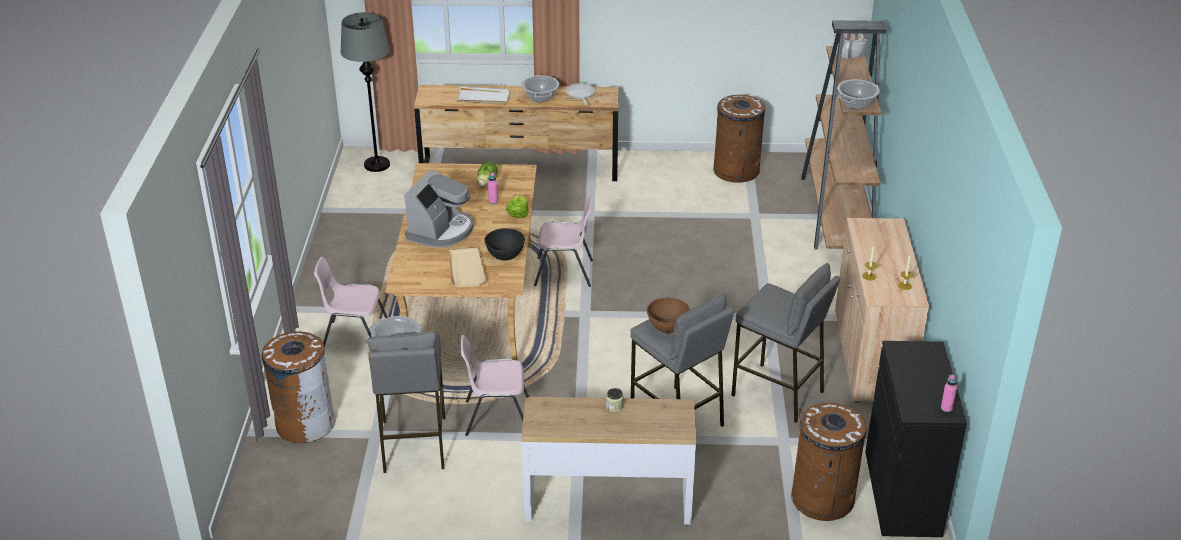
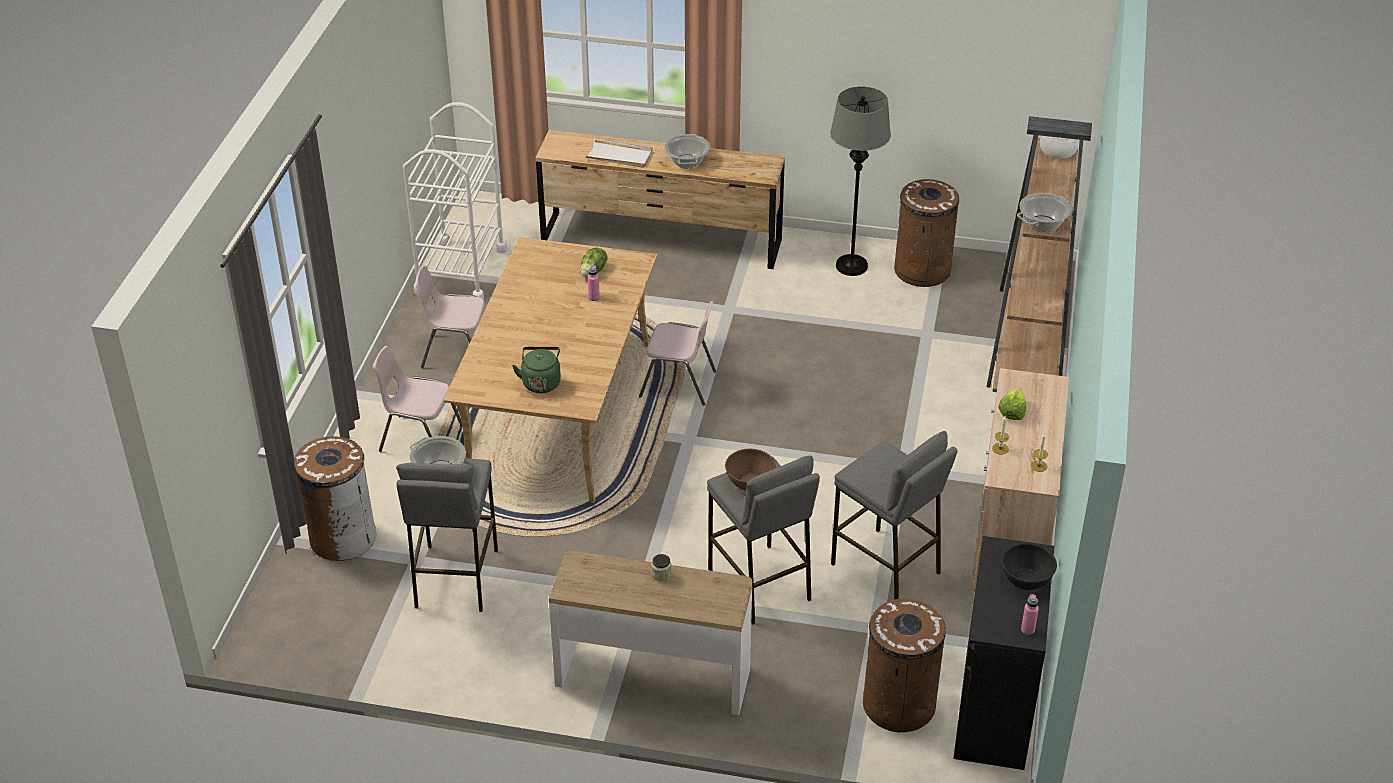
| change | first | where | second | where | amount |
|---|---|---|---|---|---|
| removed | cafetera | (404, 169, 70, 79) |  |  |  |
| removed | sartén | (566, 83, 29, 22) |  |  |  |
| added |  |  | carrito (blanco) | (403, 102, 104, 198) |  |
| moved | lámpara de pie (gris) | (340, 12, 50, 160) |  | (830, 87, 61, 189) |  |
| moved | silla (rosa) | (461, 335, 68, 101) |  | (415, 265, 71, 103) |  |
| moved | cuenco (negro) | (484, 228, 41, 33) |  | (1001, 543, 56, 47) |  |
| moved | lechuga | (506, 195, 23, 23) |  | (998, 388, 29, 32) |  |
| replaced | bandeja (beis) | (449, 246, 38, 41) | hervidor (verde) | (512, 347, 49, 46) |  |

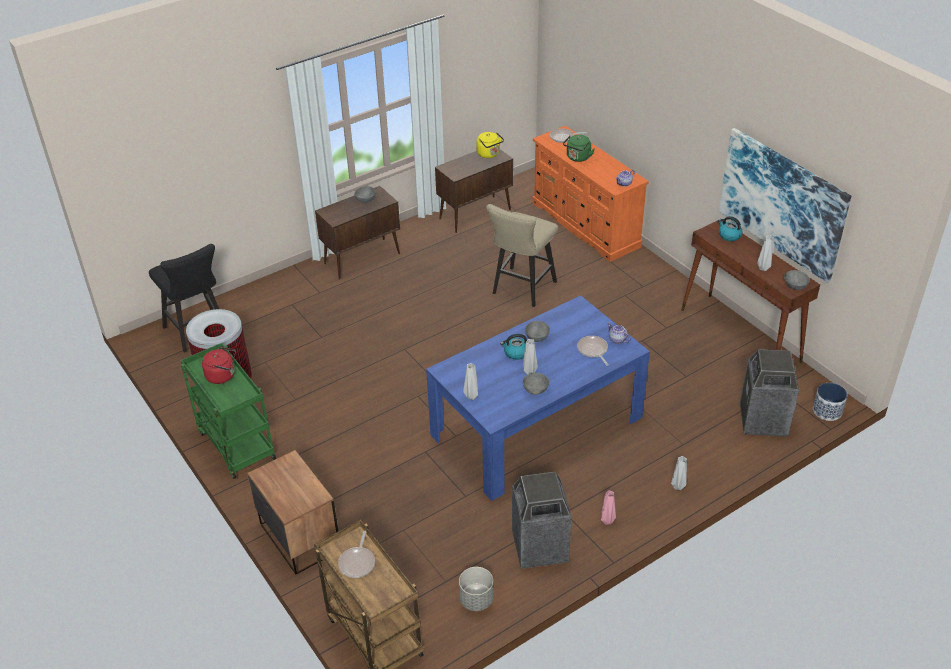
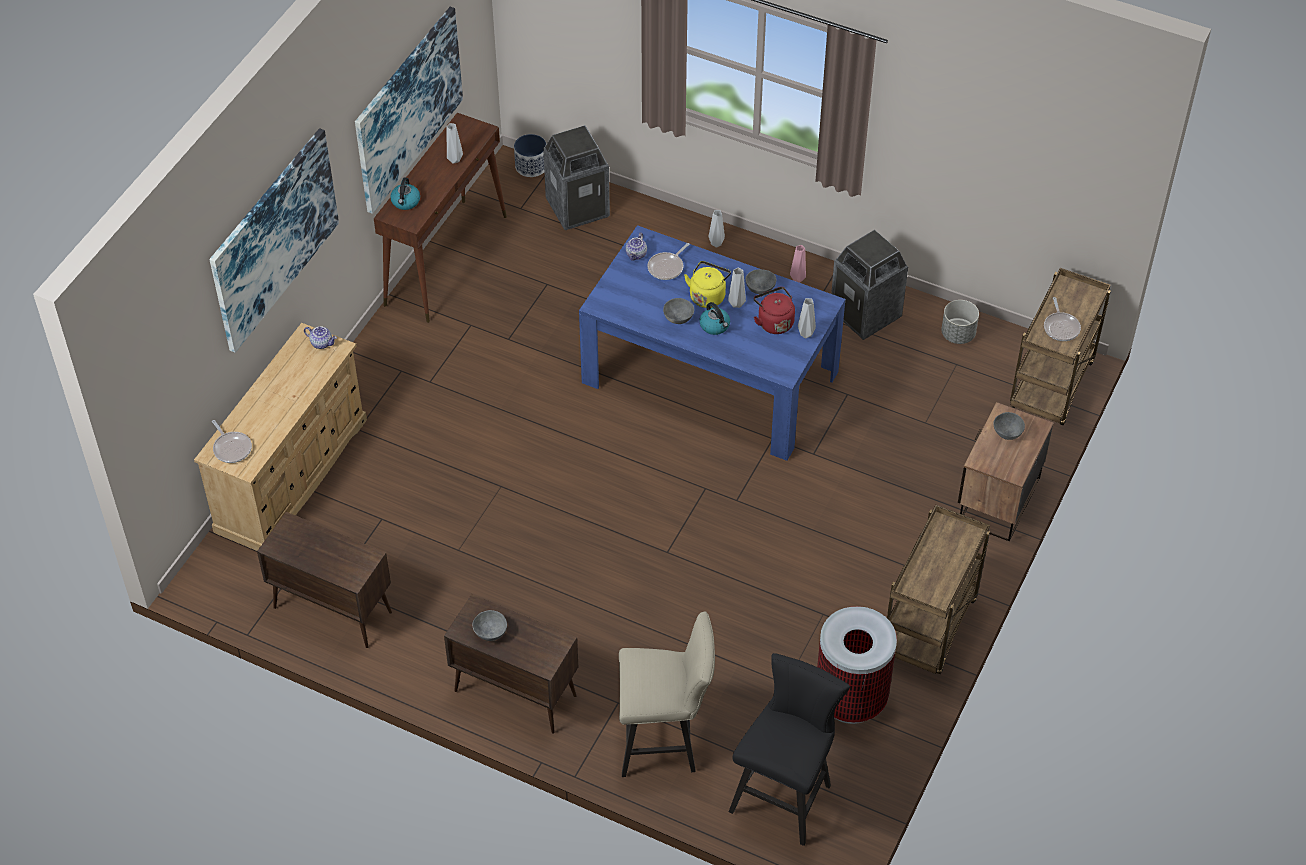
| change | first | where | second | where | amount |
|---|---|---|---|---|---|
| removed | hervidor (verde) | (563, 135, 32, 27) |  |  |  |
| added |  |  | cuadro | (209, 128, 130, 225) |  |
| moved | hervidor (rojo) | (202, 347, 34, 37) |  | (754, 287, 41, 47) |  |
| moved | hervidor (amarillo) | (476, 132, 28, 26) |  | (684, 261, 47, 47) |  |
| moved | taburete (beis) | (486, 204, 72, 103) |  | (619, 611, 96, 166) |  |
| moved | cuenco (gris) | (784, 270, 26, 20) |  | (993, 412, 32, 28) |  |
| recoloured | carrito (verde) | (181, 343, 95, 136) | carrito (marrón) | (887, 505, 103, 169) |  |
| recoloured | cómoda (naranja) | (532, 126, 117, 136) | cómoda (beis) | (194, 323, 173, 228) |  |
| turned | sartén | (338, 531, 37, 47) |  | (1044, 297, 37, 44) | 105 degrees clockwise |

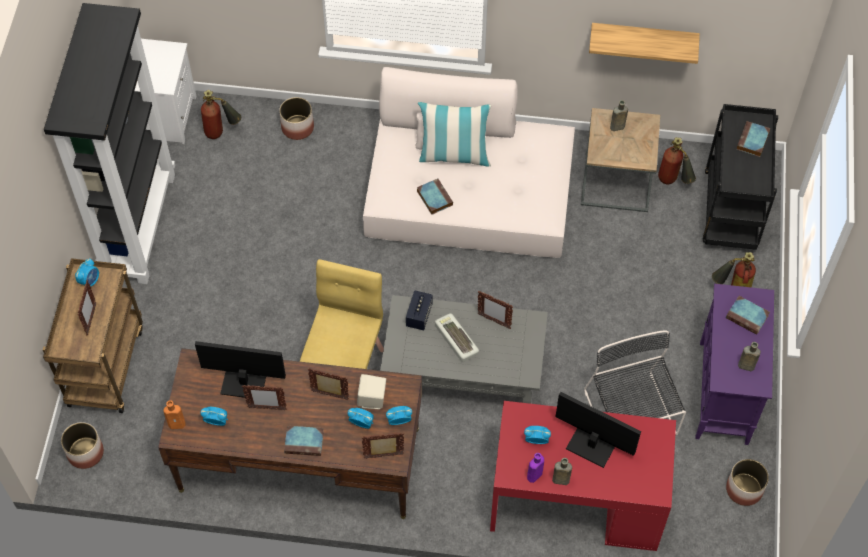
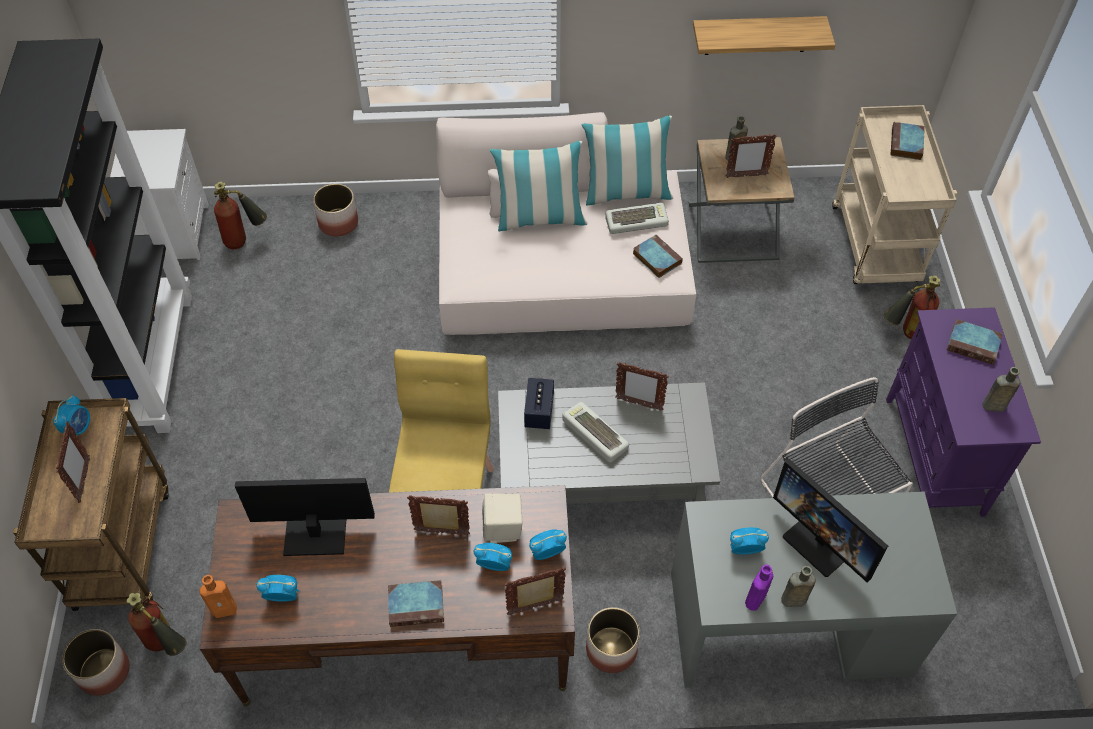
| change | first | where | second | where | amount |
|---|---|---|---|---|---|
| added |  |  | cojín | (581, 116, 92, 89) |  |
| added |  |  | teclado | (605, 203, 64, 31) |  |
| moved | portarretratos | (242, 385, 45, 25) |  | (726, 134, 51, 44) |  |
| moved | libro | (417, 178, 36, 37) |  | (633, 235, 50, 43) |  |
| moved | extintor | (658, 137, 38, 47) |  | (126, 593, 61, 63) |  |
| moved | maceta | (726, 459, 43, 47) |  | (586, 607, 54, 66) |  |
| recoloured | escritorio (rojo) | (490, 401, 186, 150) | escritorio (gris) | (671, 492, 286, 196) |  |
| recoloured | carrito (negro) | (703, 104, 75, 146) | carrito (beis) | (832, 105, 125, 179) |  |
| turned | monitor | (556, 392, 85, 76) |  | (773, 458, 115, 125) | 150 degrees counterclockwise |

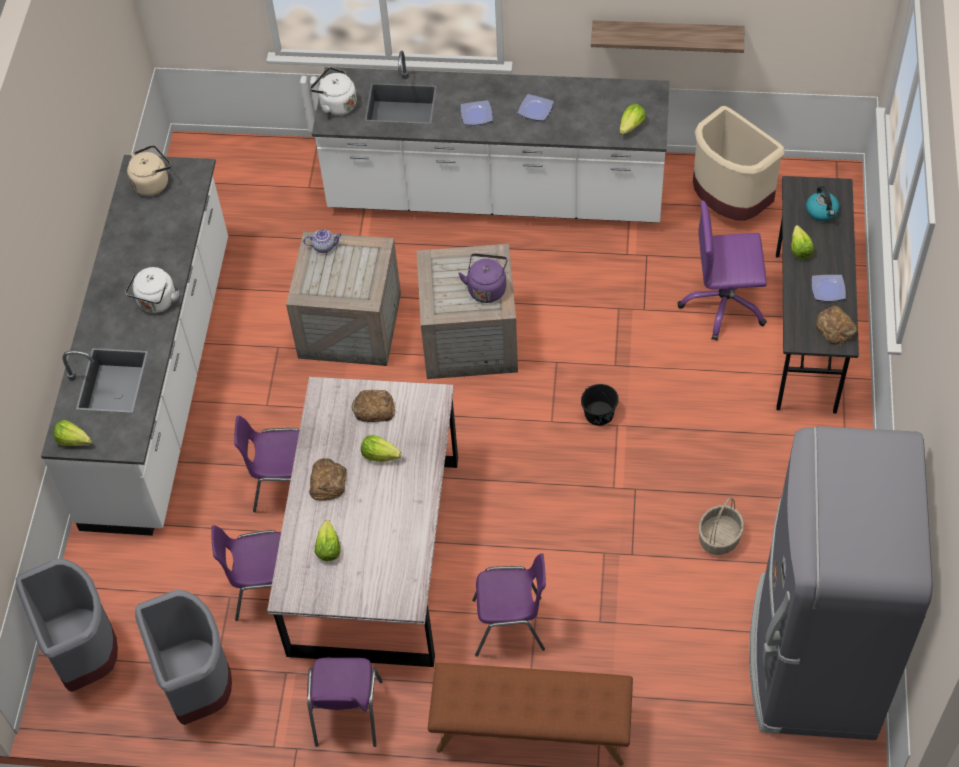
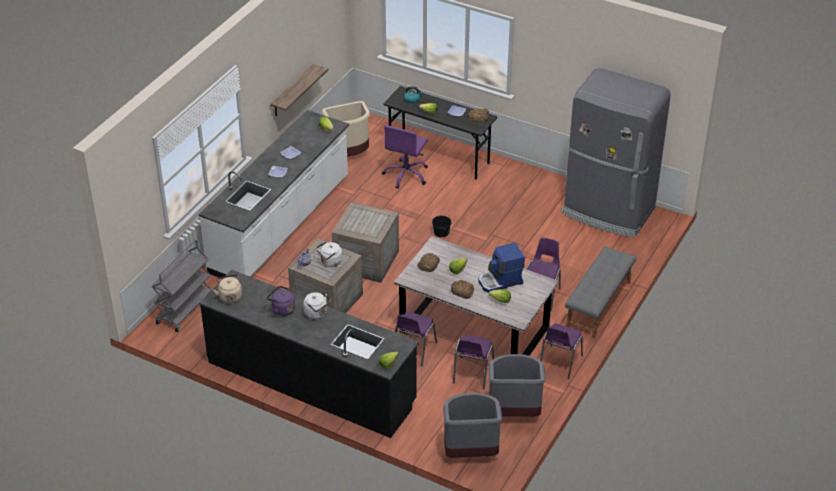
| change | first | where | second | where | amount |
|---|---|---|---|---|---|
| removed | cesta | (699, 497, 45, 58) |  |  |  |
| added |  |  | carrito (gris) | (151, 240, 61, 92) |  |
| added |  |  | cafetera | (478, 243, 47, 50) |  |
| moved | hervidor (blanco) | (310, 67, 47, 49) |  | (316, 242, 26, 25) |  |
| moved | hervidor (morado) | (458, 253, 50, 50) |  | (267, 286, 28, 30) |  |
| recoloured | mueble bajo de cocina (blanco) | (41, 155, 187, 381) | mueble bajo de cocina (negro) | (199, 270, 220, 168) |  |
| recoloured | banco (marrón) | (428, 663, 205, 103) | banco (gris) | (565, 246, 71, 93) |  |
| turned | silla (morado) | (307, 658, 76, 89) |  | (540, 323, 43, 56) | 90 degrees clockwise |

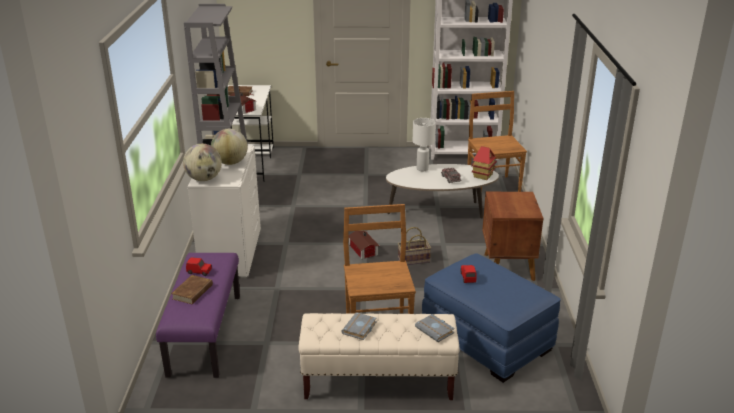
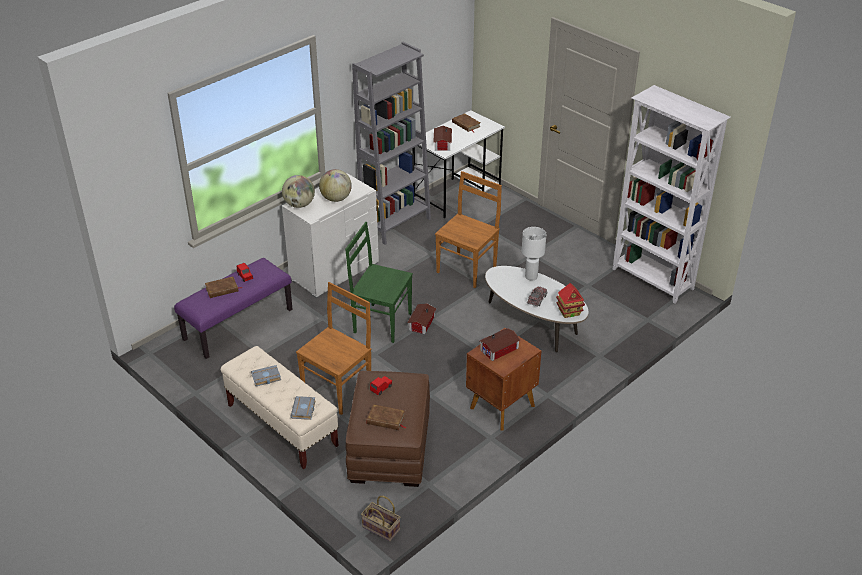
| change | first | where | second | where | amount |
|---|---|---|---|---|---|
| added |  |  | silla (verde) | (345, 222, 68, 121) |  |
| added |  |  | libro (marrón) | (366, 404, 41, 26) |  |
| added |  |  | casita | (480, 328, 40, 33) |  |
| moved | cesta | (398, 227, 33, 38) |  | (361, 496, 39, 46) |  |
| moved | silla (marrón) | (467, 91, 60, 101) |  | (435, 171, 67, 117) |  |
| recoloured | puf (azul) | (422, 253, 139, 130) | puf (marrón) | (346, 371, 84, 116) |  |

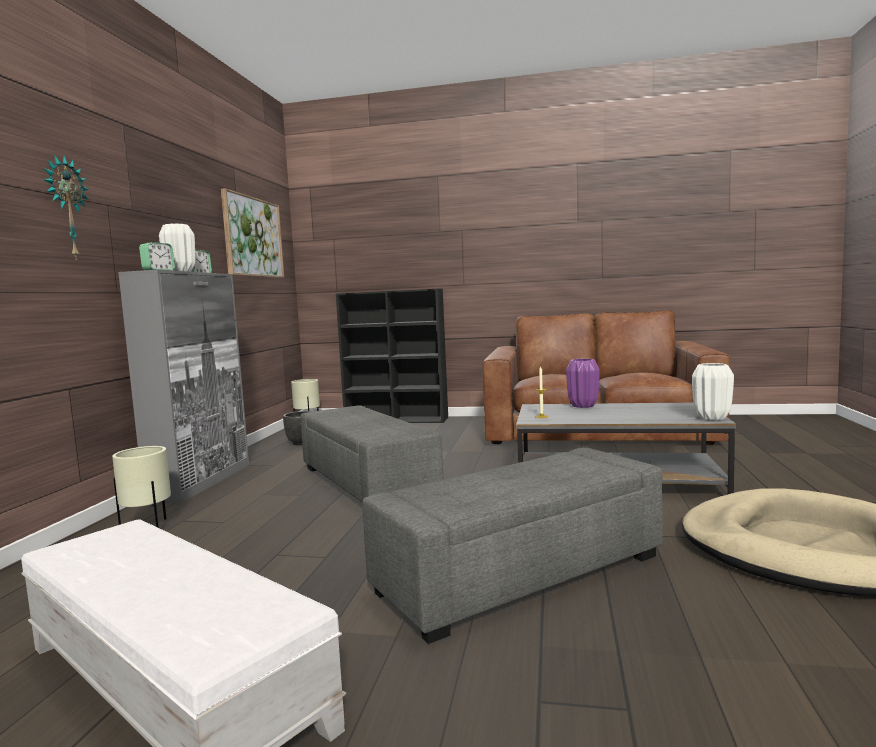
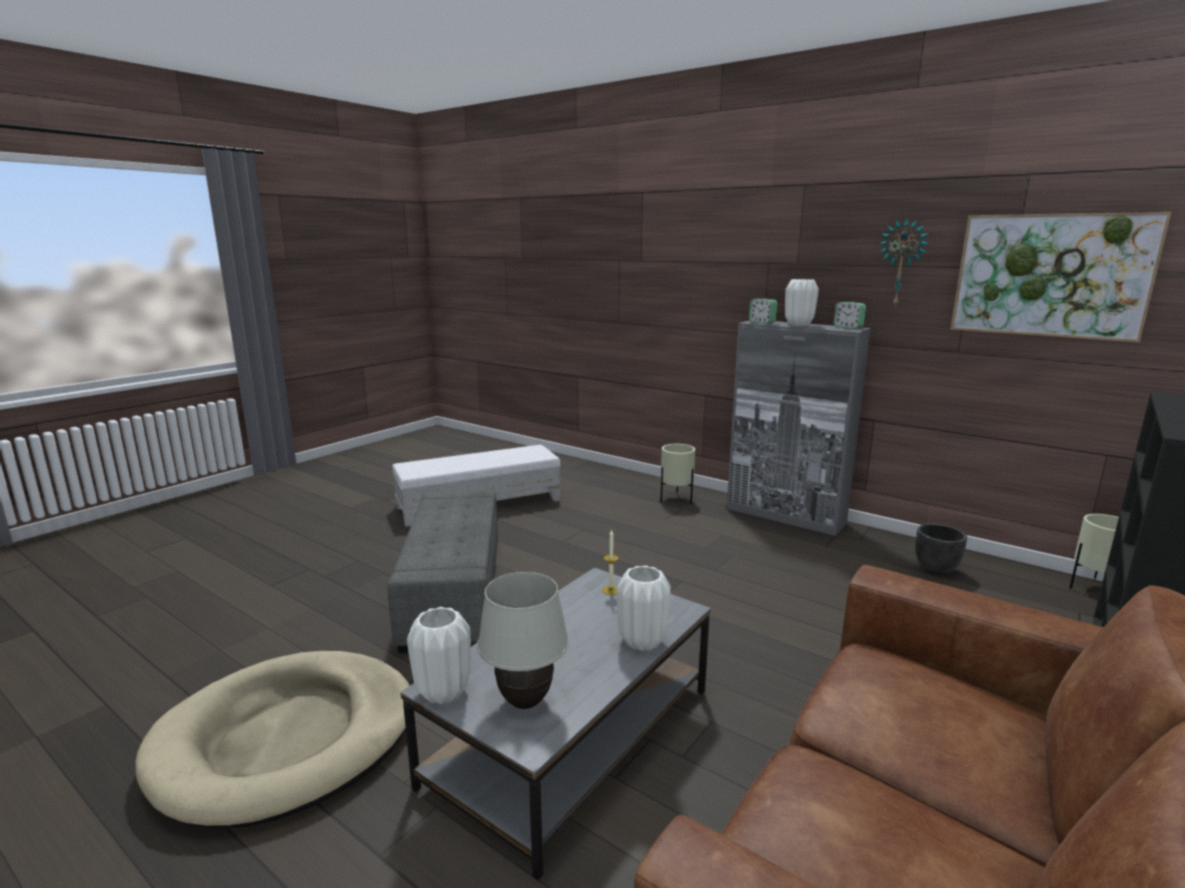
| change | first | where | second | where | amount |
|---|---|---|---|---|---|
| removed | puf (gris) | (300, 405, 144, 97) |  |  |  |
| added |  |  | lámpara de mesa (blanco) | (477, 572, 92, 137) |  |
| moved | reloj de pared | (43, 155, 46, 105) |  | (879, 218, 51, 88) |  |
| recoloured | florero (morado) | (566, 359, 34, 49) | florero (blanco) | (617, 566, 54, 85) |  |

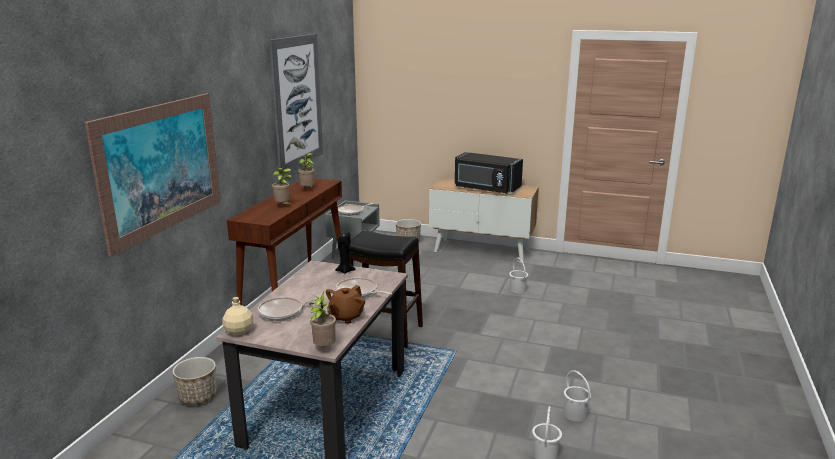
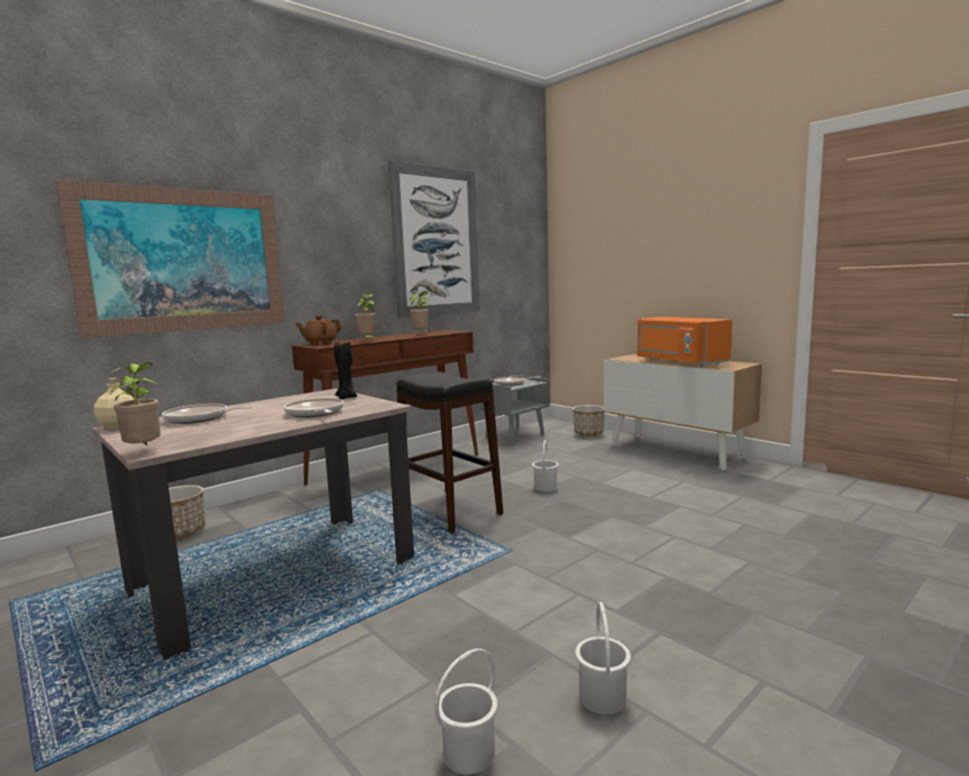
| change | first | where | second | where | amount |
|---|---|---|---|---|---|
| moved | tetera (marrón) | (326, 285, 39, 39) |  | (296, 316, 46, 29) |  |
| moved | cubo (blanco) | (509, 257, 19, 36) |  | (532, 440, 27, 52) |  |
| recoloured | microondas (negro) | (455, 152, 68, 42) | microondas (naranja) | (637, 317, 95, 50) |  |

